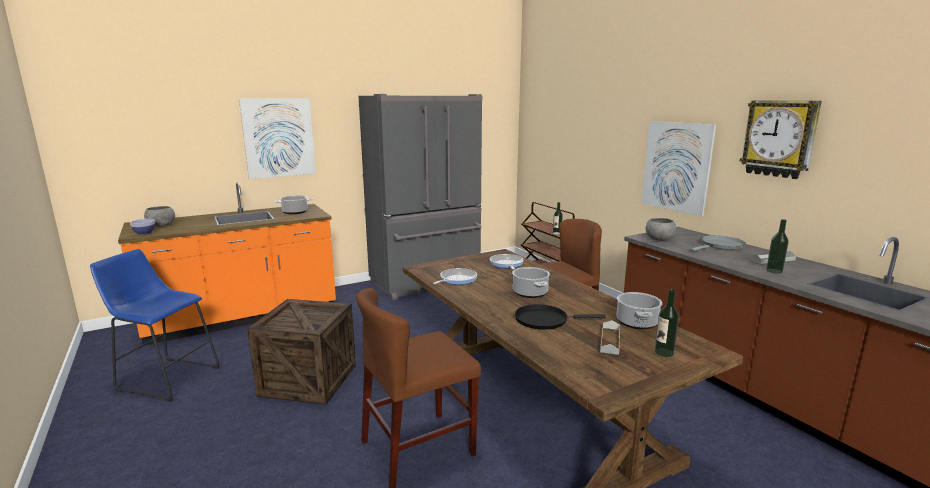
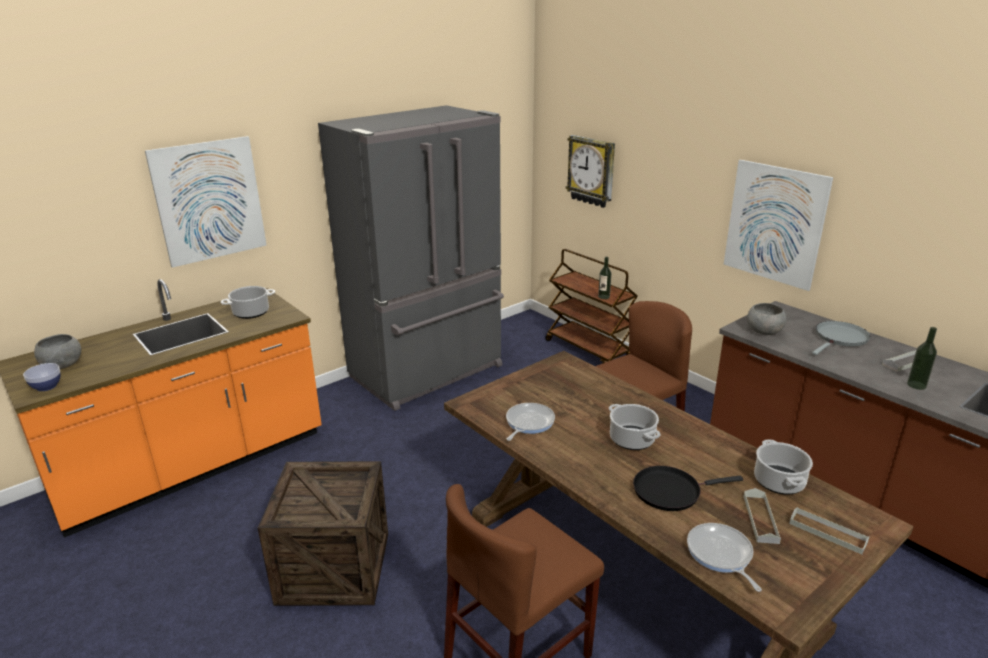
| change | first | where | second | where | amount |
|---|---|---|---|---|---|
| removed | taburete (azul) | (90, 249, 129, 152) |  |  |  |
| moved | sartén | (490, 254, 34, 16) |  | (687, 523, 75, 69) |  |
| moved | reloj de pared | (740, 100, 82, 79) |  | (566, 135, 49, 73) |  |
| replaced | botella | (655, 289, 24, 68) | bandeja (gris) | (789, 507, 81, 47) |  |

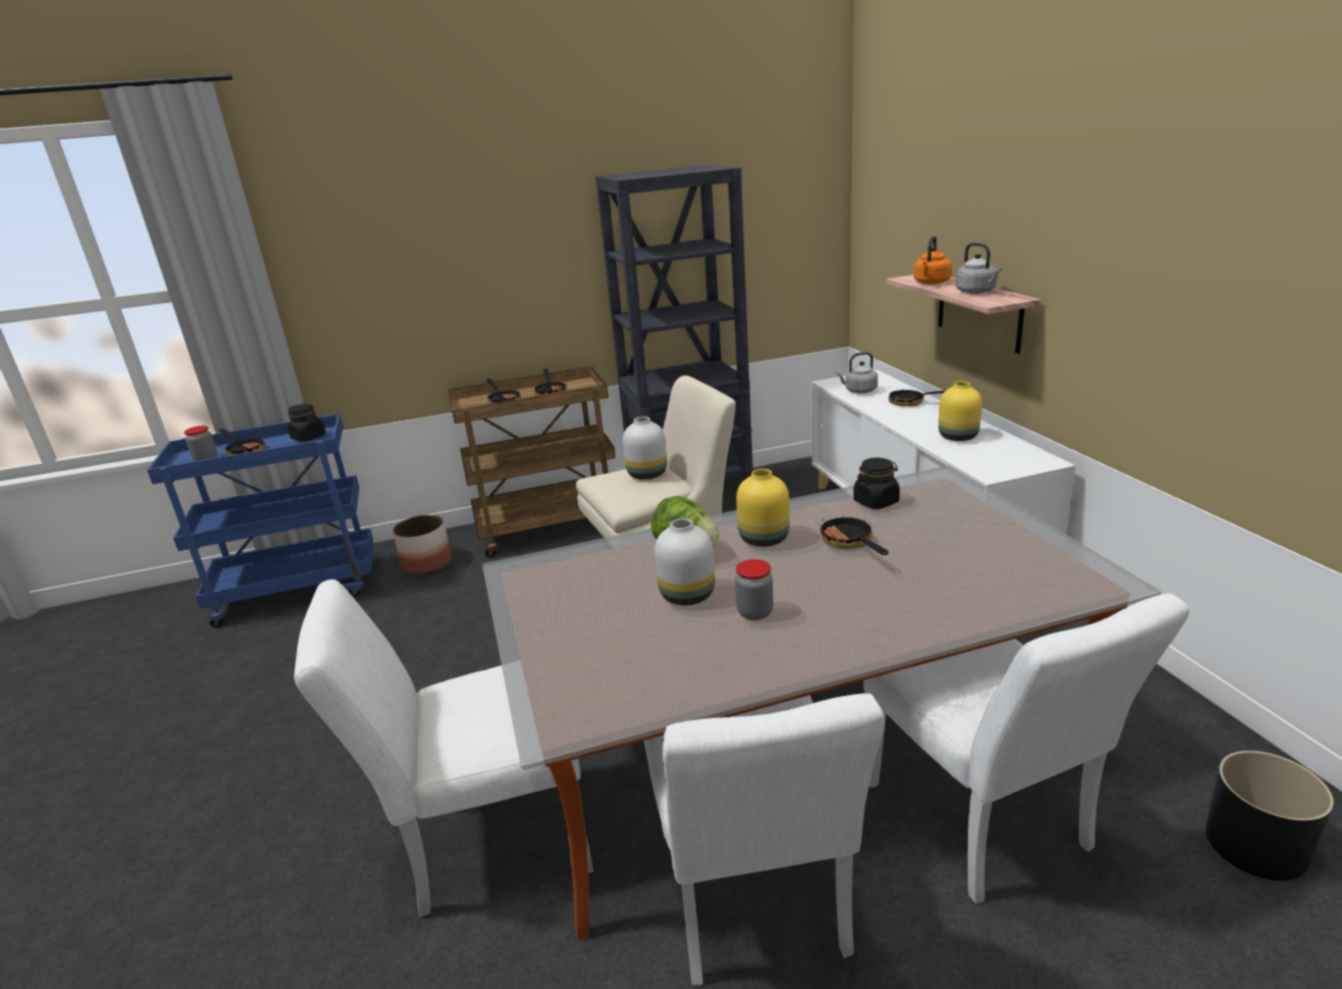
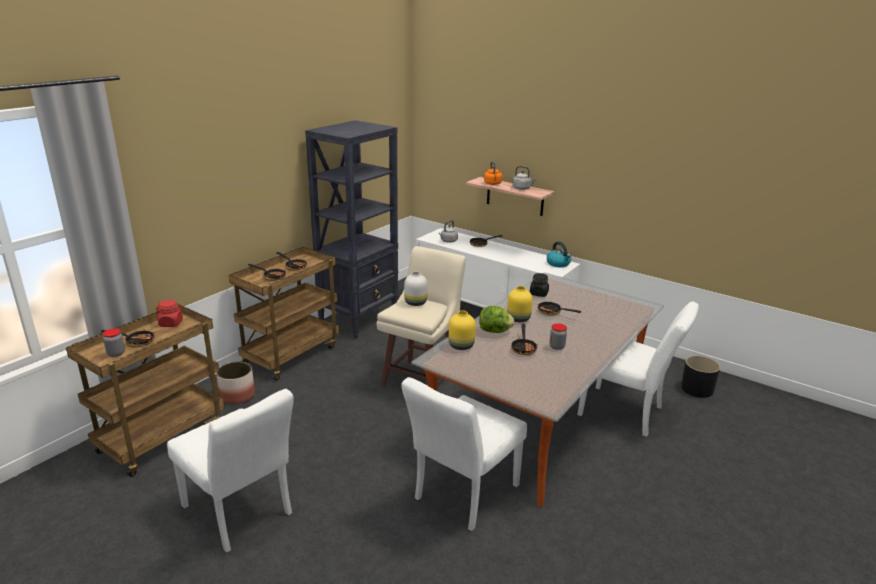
| change | first | where | second | where | amount |
|---|---|---|---|---|---|
| added |  |  | hervidor | (547, 241, 24, 26) |  |
| moved | silla (blanco) | (644, 693, 240, 292) |  | (167, 389, 127, 164) |  |
| moved | florero (amarillo) | (938, 381, 44, 60) |  | (449, 310, 27, 40) |  |
| replaced | florero (blanco) | (655, 518, 60, 87) | sartén | (511, 323, 27, 32) |  |
| recoloured | carrito (azul) | (147, 414, 226, 214) | carrito (marrón) | (66, 304, 159, 173) |  |
| recoloured | tarro (negro) | (288, 404, 38, 38) | tarro (rojo) | (156, 300, 27, 27) |  |

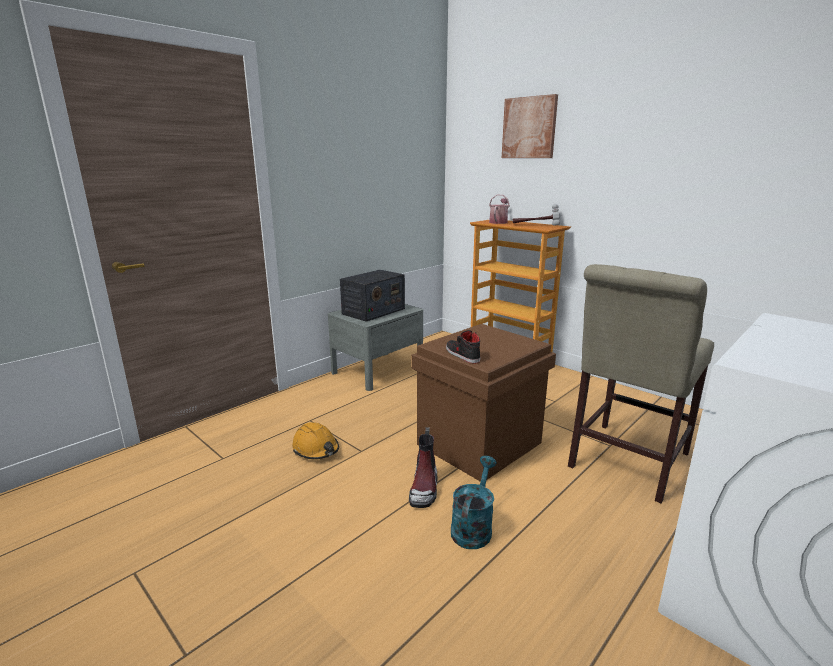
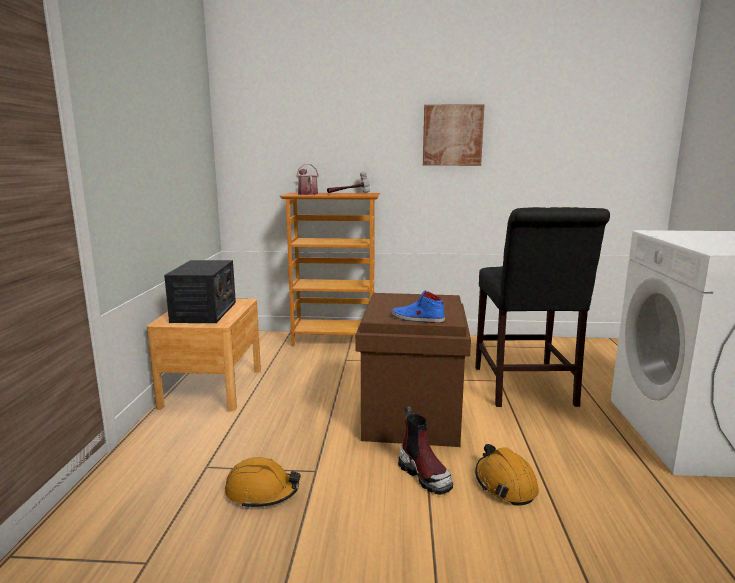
| change | first | where | second | where | amount |
|---|---|---|---|---|---|
| moved | cuadro | (502, 94, 56, 64) |  | (423, 104, 61, 62) |  |
| replaced | regadera (turquesa) | (451, 456, 46, 93) | casco (naranja) | (475, 444, 64, 62) |  |
| recoloured | mesita de noche (gris) | (328, 304, 95, 87) | mesita de noche (marrón) | (147, 299, 114, 113) |  |
| recoloured | zapato (negro) | (446, 330, 34, 33) | zapato (azul) | (392, 290, 53, 33) |  |
| recoloured | silla (beis) | (568, 264, 146, 239) | silla (negro) | (475, 207, 135, 200) |  |

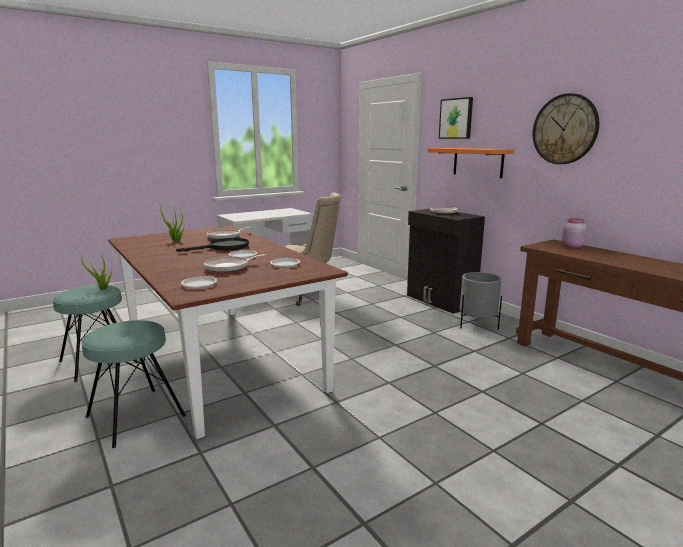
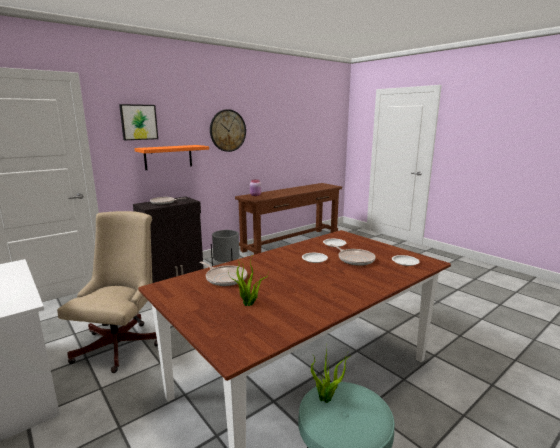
| change | first | where | second | where | amount |
|---|---|---|---|---|---|
| removed | taburete (turquesa) | (81, 320, 105, 128) |  |  |  |
| removed | sartén (negro) | (176, 238, 73, 14) |  |  |  |

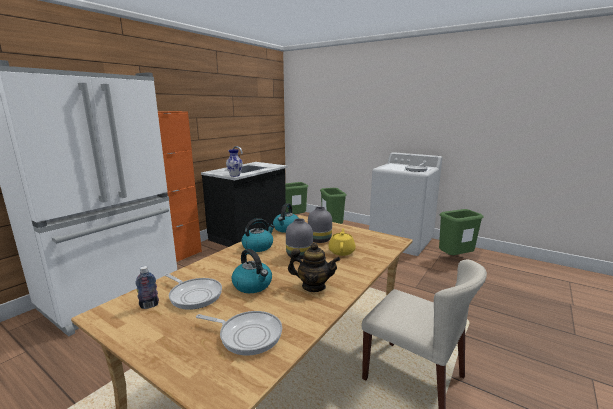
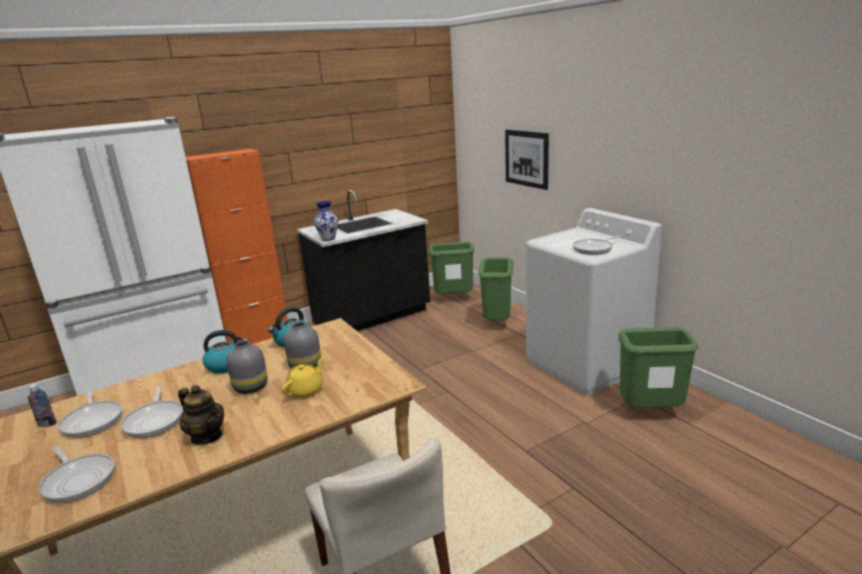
| change | first | where | second | where | amount |
|---|---|---|---|---|---|
| added |  |  | cuadro | (505, 130, 44, 60) |  |
| replaced | hervidor | (231, 249, 41, 44) | sartén | (121, 385, 62, 53) |  |

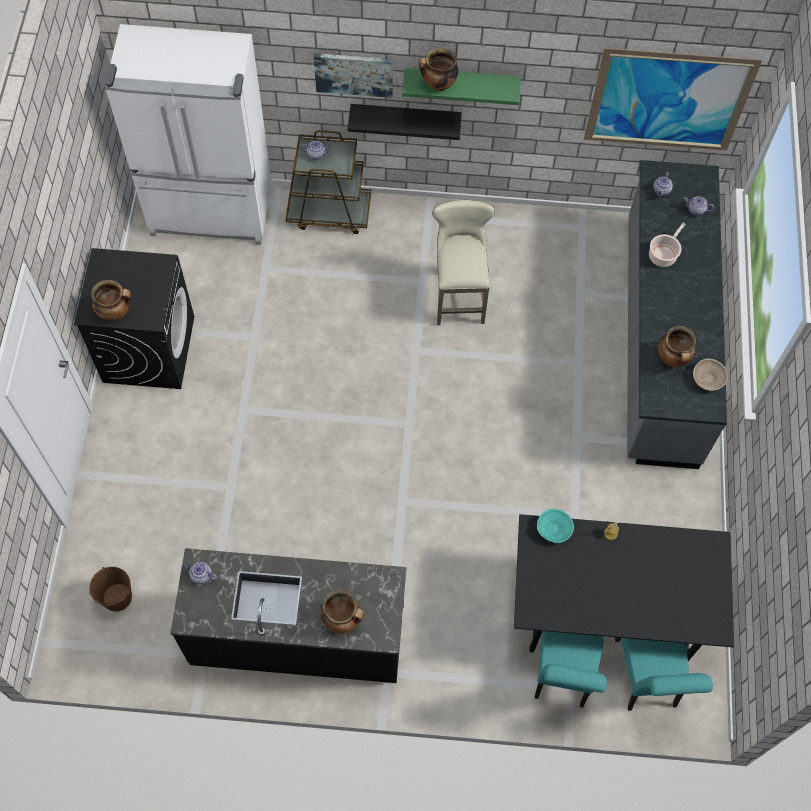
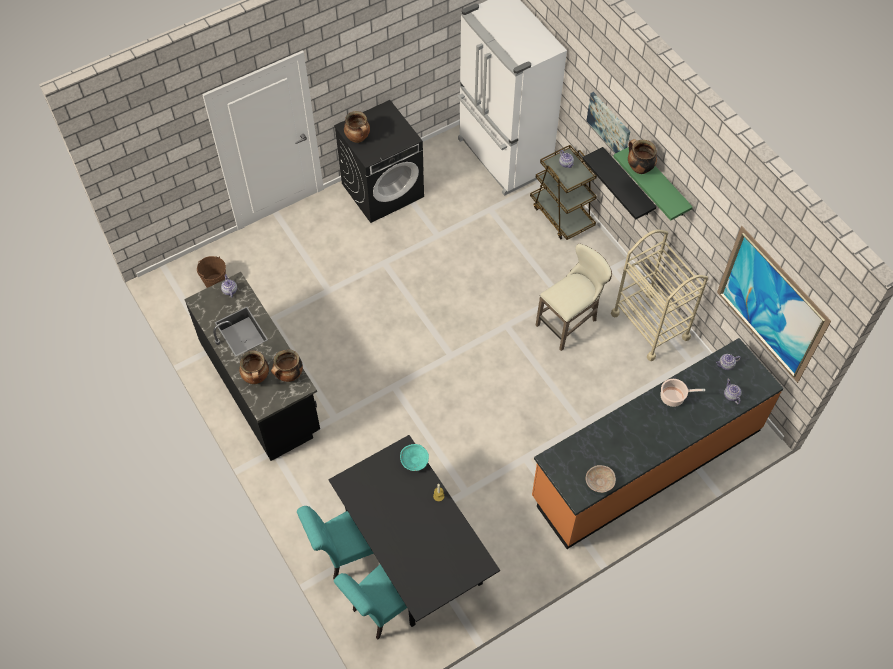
| change | first | where | second | where | amount |
|---|---|---|---|---|---|
| added |  |  | carrito (beis) | (611, 229, 97, 132) |  |
| moved | olla | (658, 326, 38, 41) |  | (271, 349, 32, 33) |  |
| recoloured | mueble bajo de cocina (gris) | (627, 160, 100, 309) | mueble bajo de cocina (naranja) | (532, 338, 252, 211) |  |

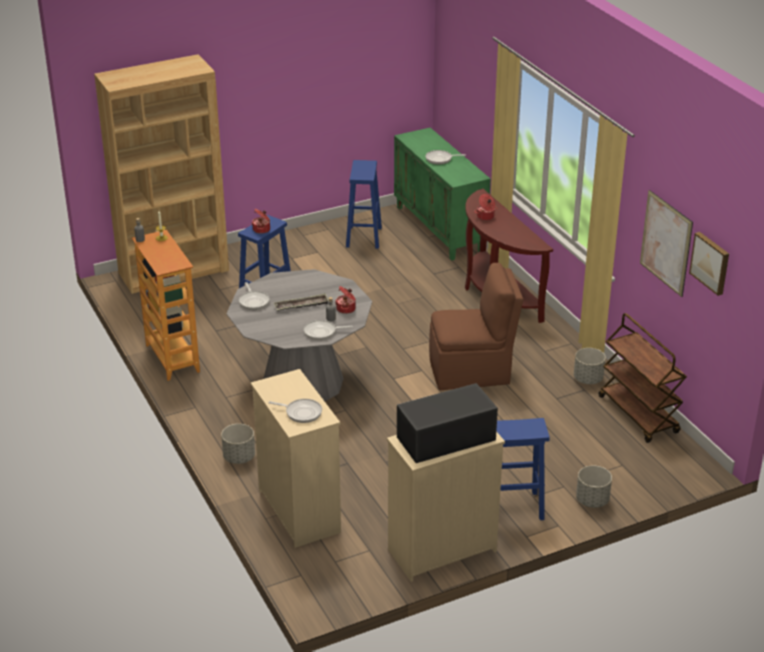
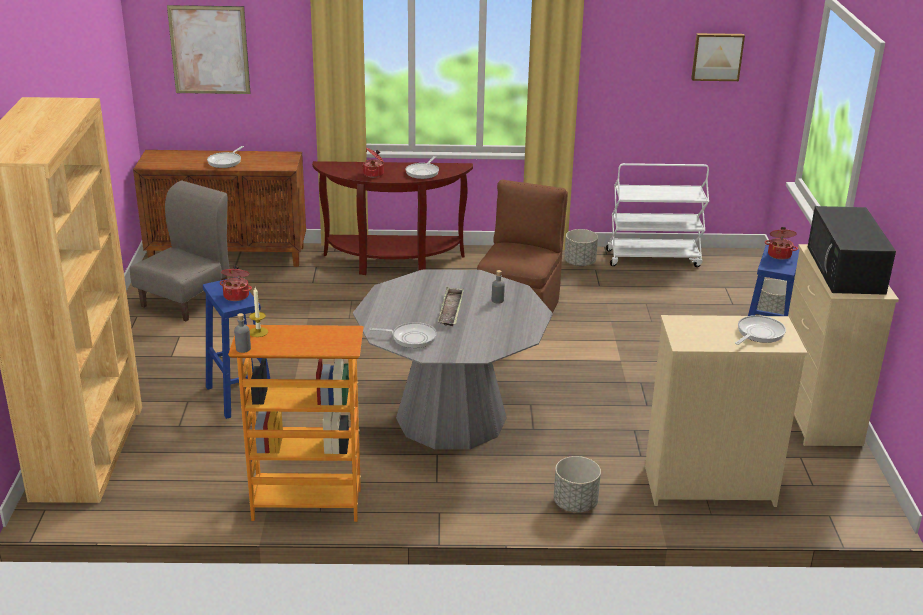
| change | first | where | second | where | amount |
|---|---|---|---|---|---|
| moved | sartén | (304, 320, 49, 20) |  | (406, 156, 33, 23) |  |
| moved | olla | (336, 286, 20, 28) |  | (765, 227, 33, 33) |  |
| moved | cuadro | (640, 190, 53, 107) |  | (167, 5, 84, 89) |  |
| replaced | taburete (azul) | (346, 160, 36, 89) | silla (gris) | (130, 181, 100, 141) |  |
| recoloured | armario (verde) | (394, 128, 97, 133) | armario (marrón) | (133, 150, 173, 117) |  |
| recoloured | carrito (marrón) | (599, 313, 87, 130) | carrito (blanco) | (606, 163, 103, 104) |  |

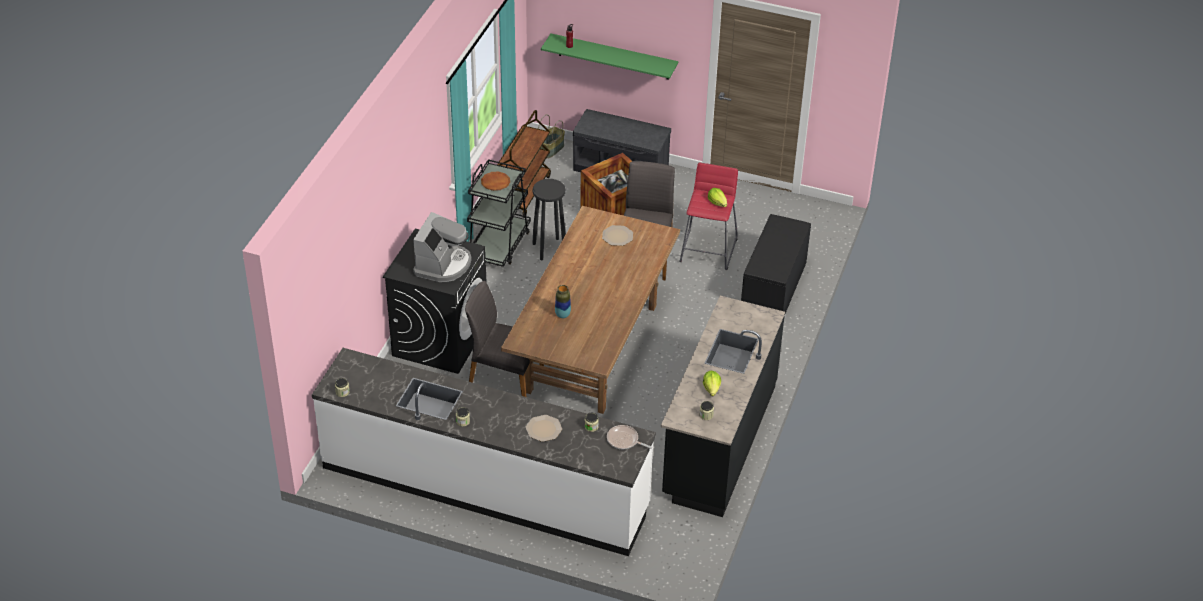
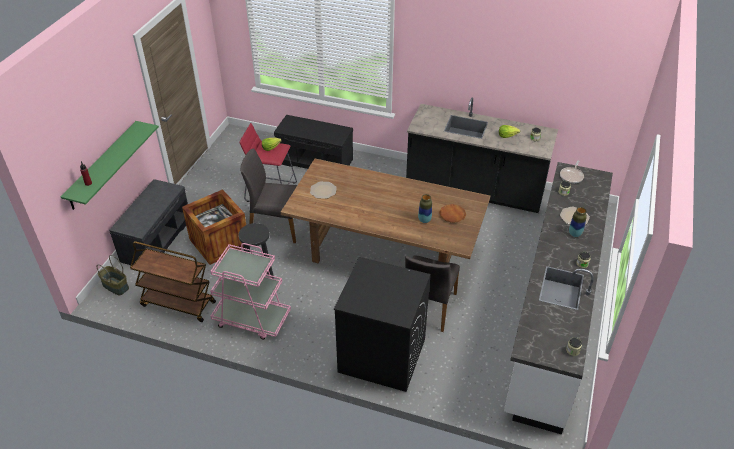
| change | first | where | second | where | amount |
|---|---|---|---|---|---|
| removed | cafetera | (413, 212, 59, 70) |  |  |  |
| added |  |  | florero | (569, 207, 18, 30) |  |
| moved | plato (marrón) | (481, 172, 29, 19) |  | (439, 204, 27, 19) |  |
| recoloured | carrito (negro) | (467, 159, 64, 108) | carrito (rosa) | (210, 243, 81, 97) |  |

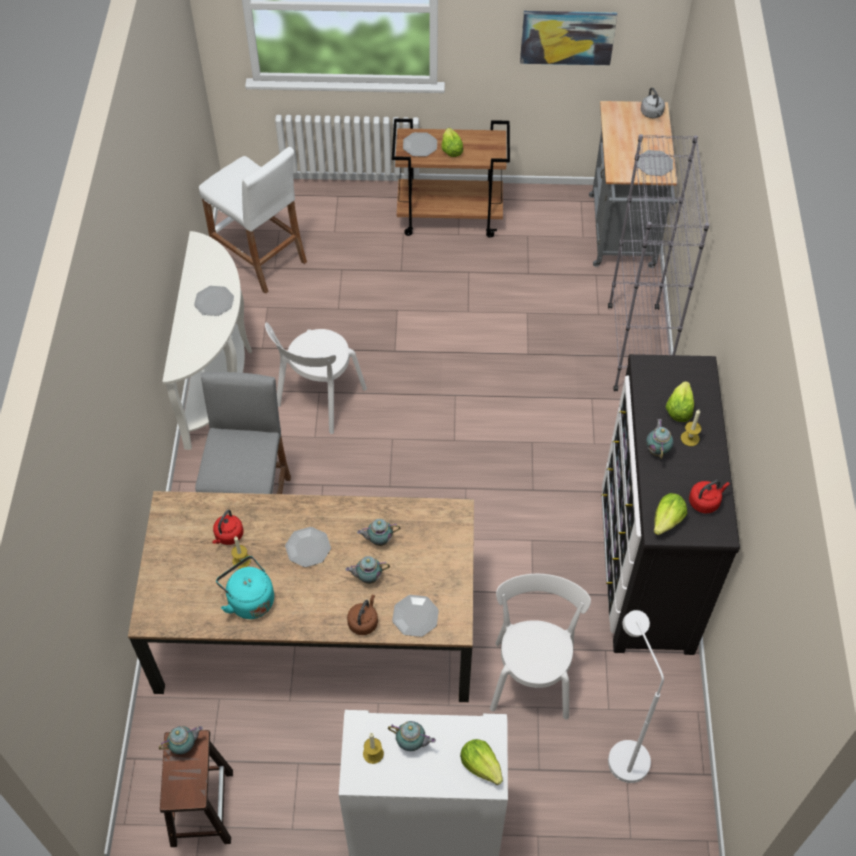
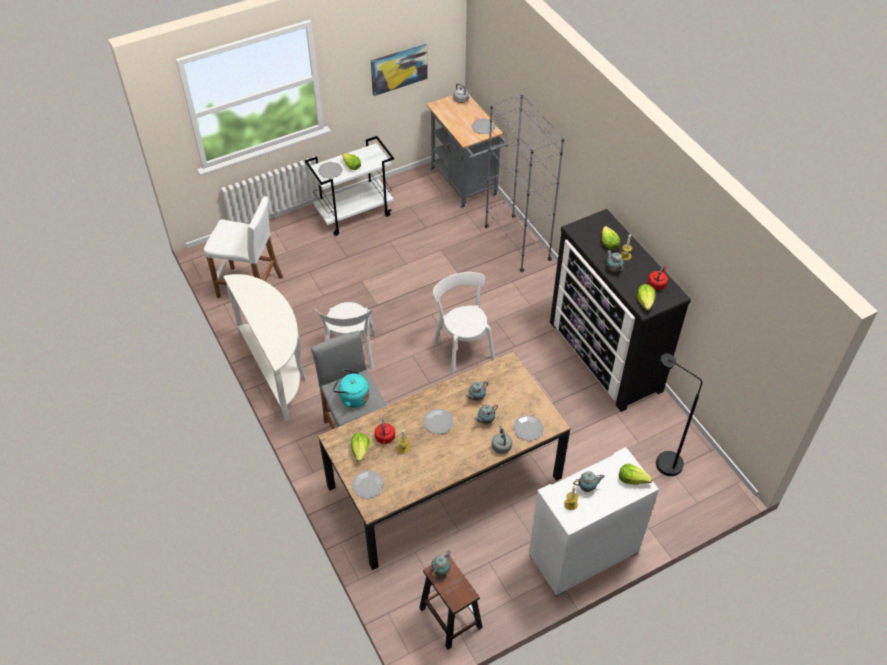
| change | first | where | second | where | amount |
|---|---|---|---|---|---|
| added |  |  | lechuga | (351, 433, 19, 29) |  |
| moved | plato | (194, 286, 40, 30) |  | (351, 470, 33, 29) |  |
| moved | hervidor (turquesa) | (216, 556, 58, 63) |  | (333, 369, 36, 39) |  |
| moved | silla (blanco) | (490, 574, 101, 146) |  | (433, 272, 62, 102) |  |
| recoloured | hervidor (marrón) | (347, 595, 31, 40) | hervidor (gris) | (492, 426, 20, 28) |  |
| recoloured | carrito (marrón) | (392, 119, 118, 119) | carrito (blanco) | (305, 136, 89, 100) |  |
| recoloured | lámpara de pie (blanco) | (608, 610, 56, 173) | lámpara de pie (negro) | (656, 353, 46, 123) |  |

